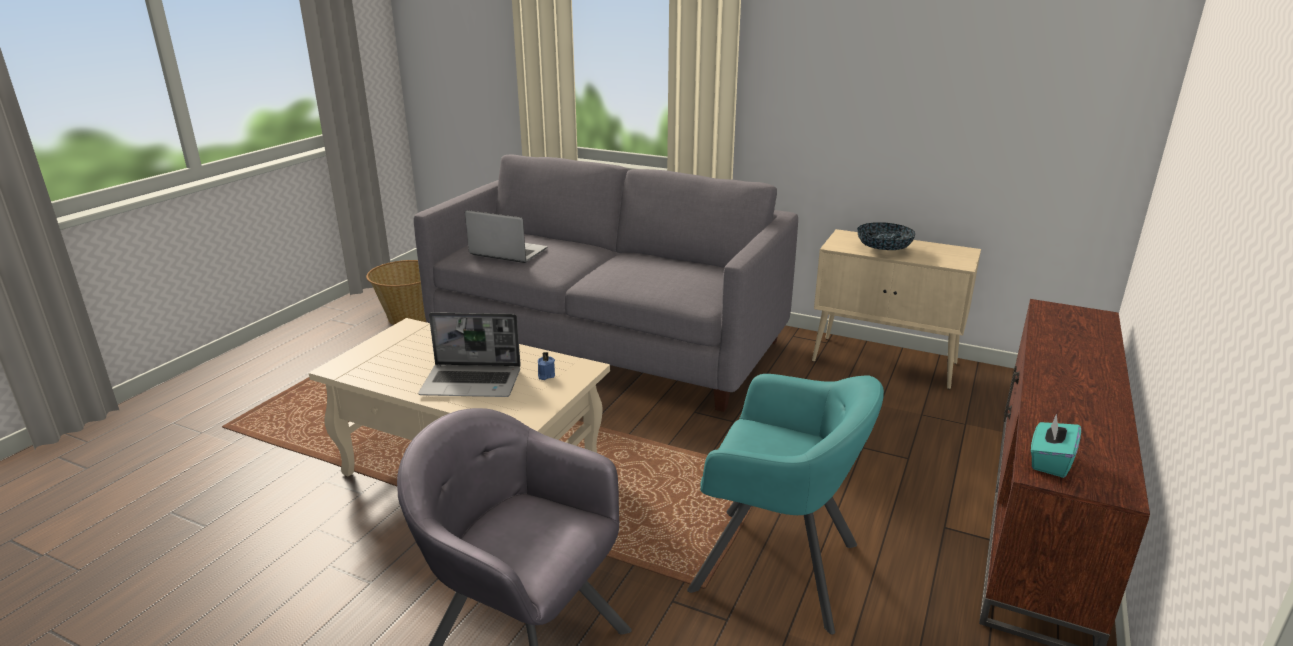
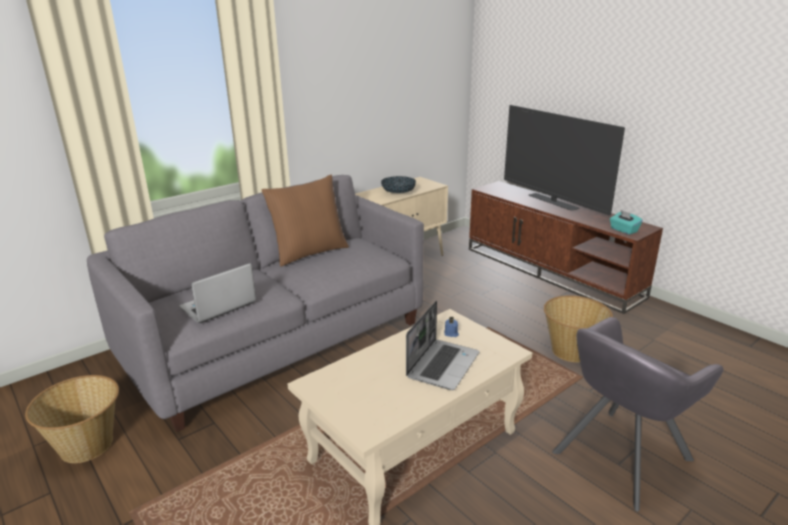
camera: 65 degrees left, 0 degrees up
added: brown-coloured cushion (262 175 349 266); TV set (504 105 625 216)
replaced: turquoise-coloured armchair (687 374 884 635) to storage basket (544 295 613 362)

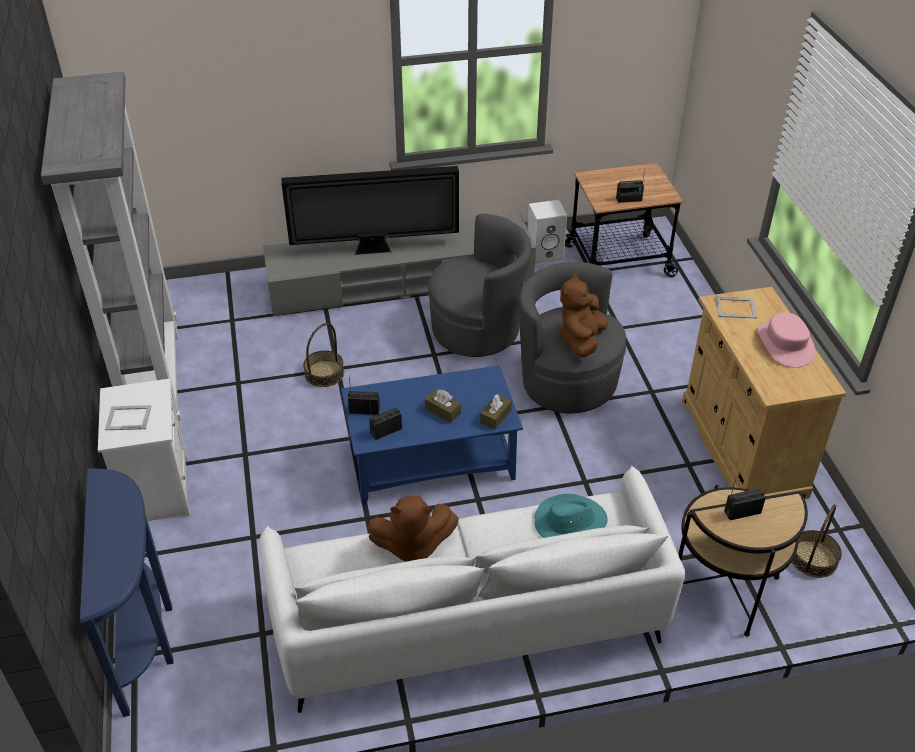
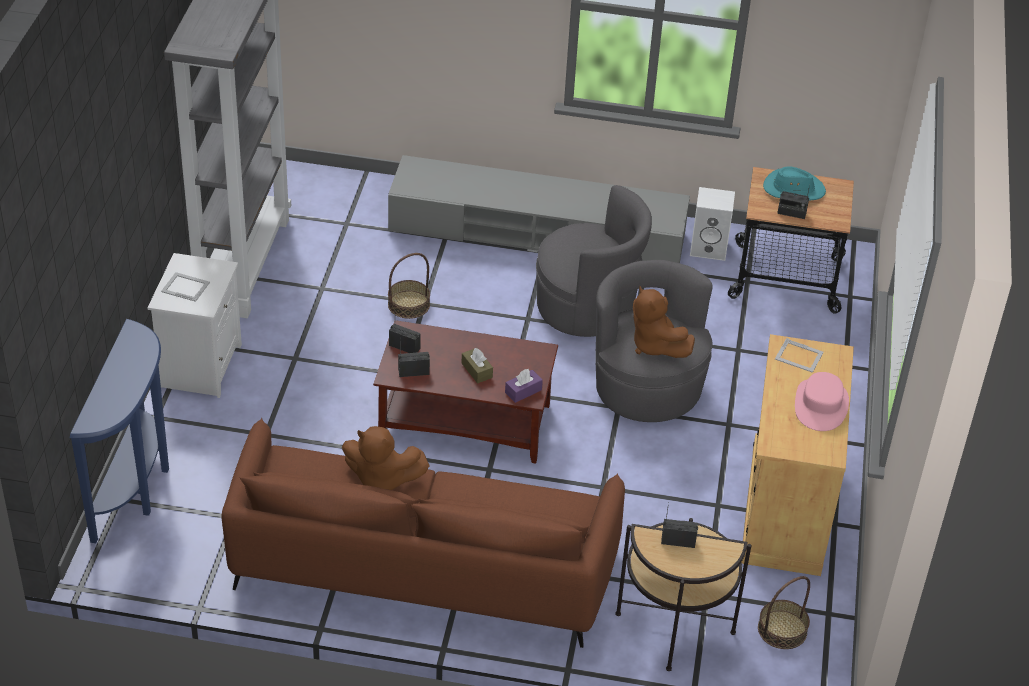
camera: 20 degrees right, 0 degrees up
removed: TV set (281 166 459 255)
moved: turquoise-coloured hat (534 494 608 538) to (763 166 826 200)
recoloured: white-coloured couch (259 465 685 713) to brown-coloured couch (221 417 625 648); bluish lounge table (341 365 523 505) to brown-coloured lounge table (373 320 558 463); brown-coloured tissue box (480 394 512 430) to purplish tissue box (505 369 543 403)
turned: brown-coloured plush toy (559 273 608 357) = (633 286 695 358) 75 degrees counterclockwise

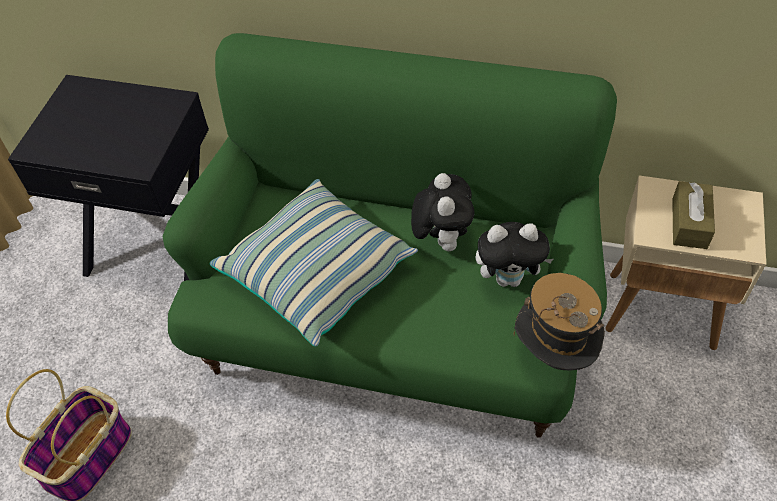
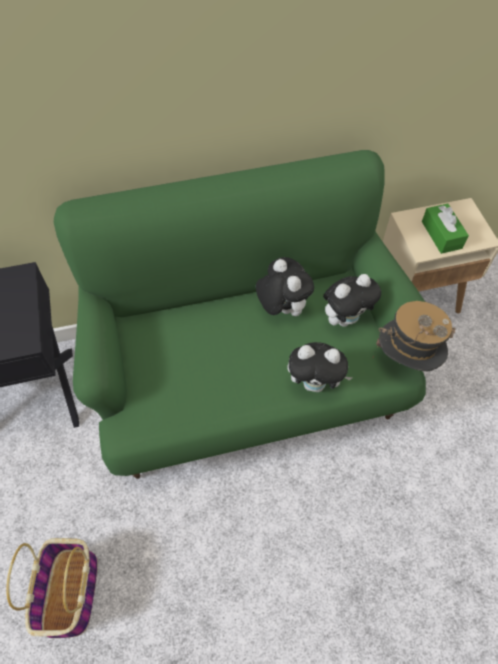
camera: 30 degrees left, 5 degrees up
removed: cushion (210 179 418 347)
added: plush toy (288 342 353 392)
recoloured: brown-coloured tissue box (672 181 715 249) to green tissue box (422 204 469 254)

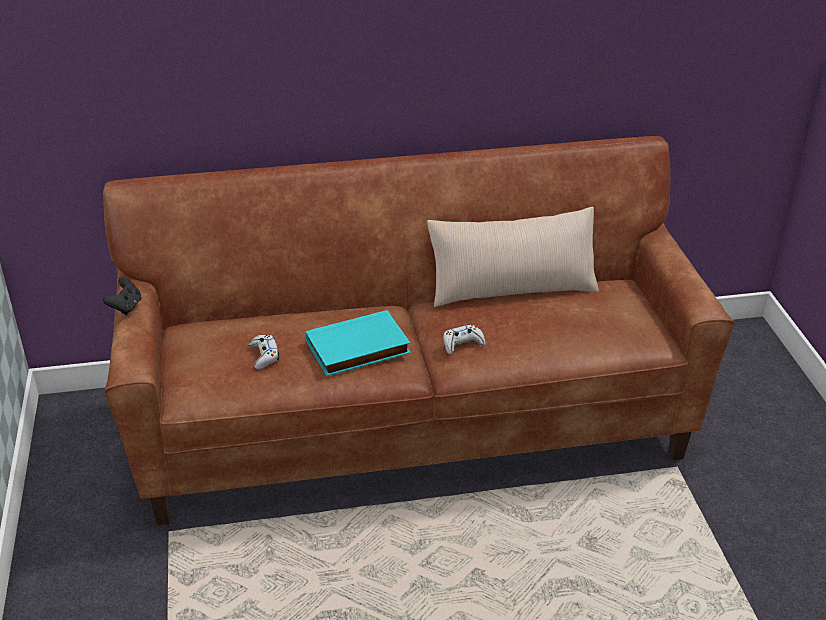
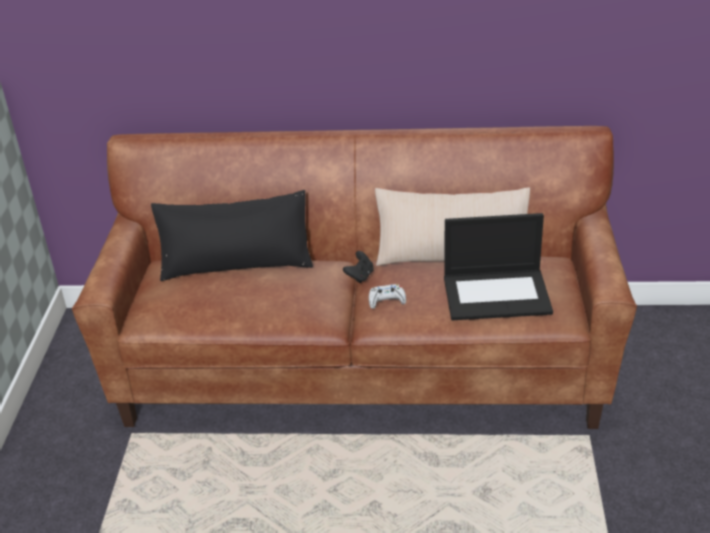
camera: 15 degrees right, 0 degrees up
removed: white-coloured game controller (249 335 279 369); turquoise-coloured volume (306 310 411 376)
added: black-coloured cushion (151 190 313 281); laptop (444 213 553 320)
moved: black-coloured game controller (103 277 142 315) to (343 251 374 283)

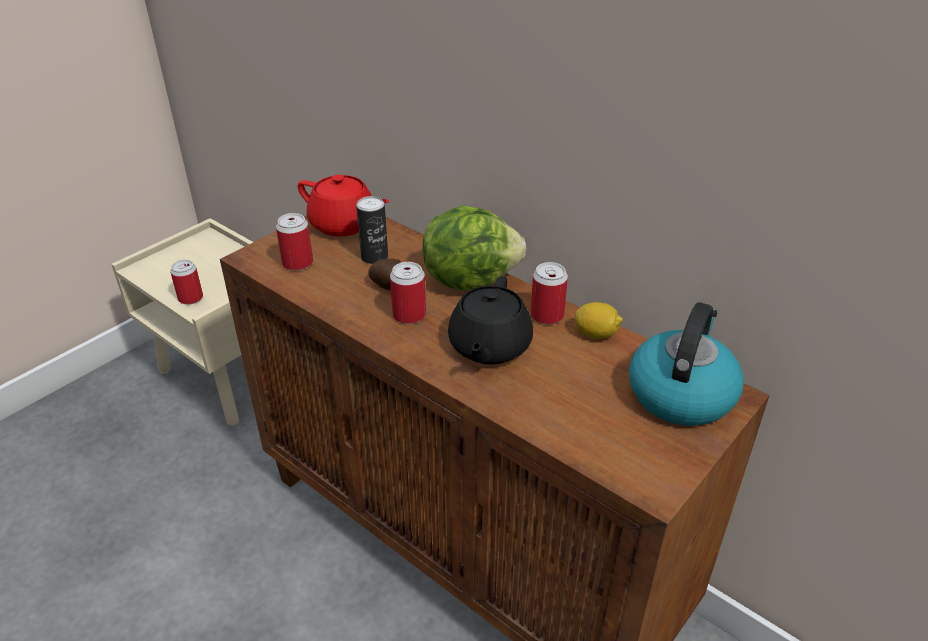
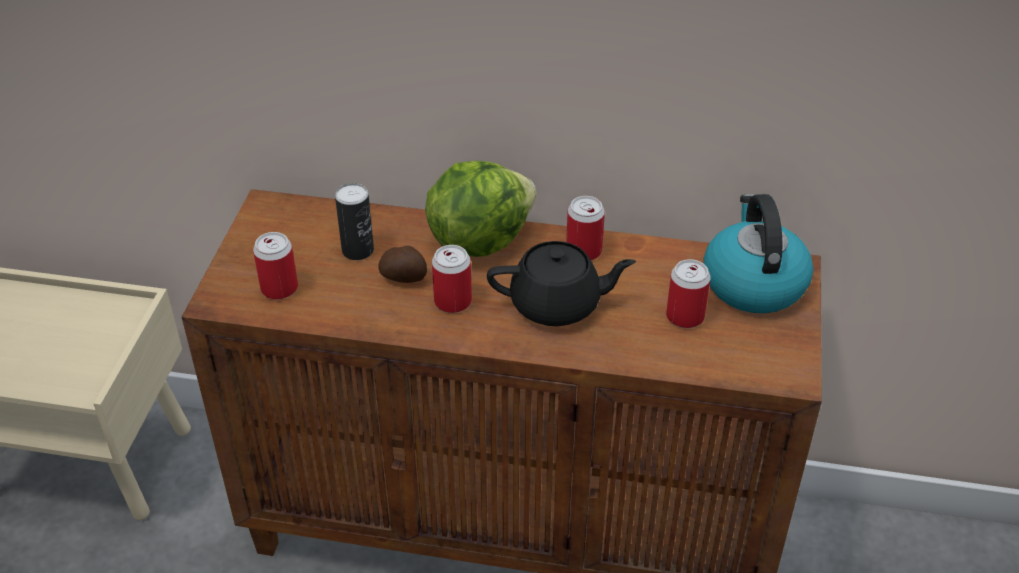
camera: 30 degrees left, 5 degrees up
removed: reddish pot for tea (298 174 389 237); whole lemon (575 302 623 339)
moved: can (170 260 203 305) to (666 259 711 328)
turned: black-coloured pot for tea (448 276 533 365) = (487 241 636 326) 75 degrees counterclockwise

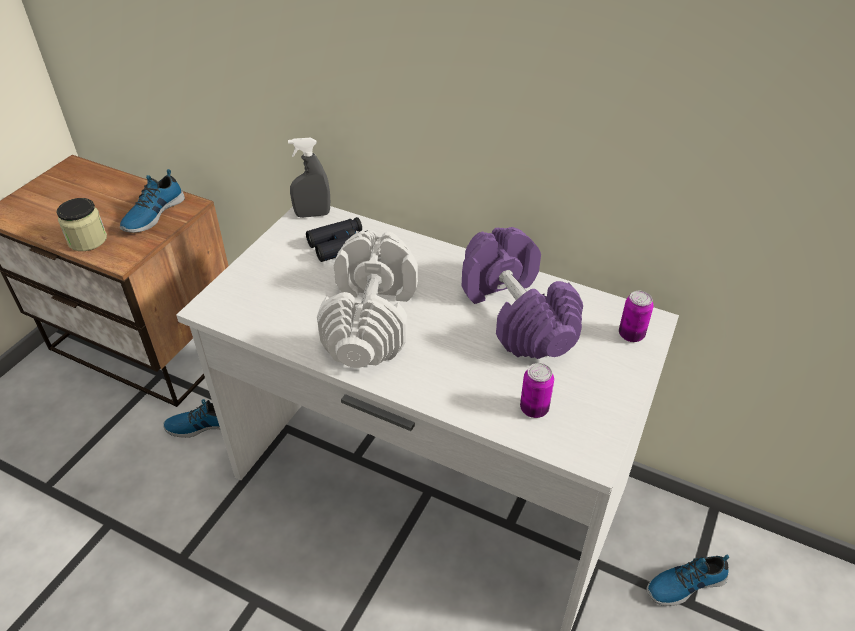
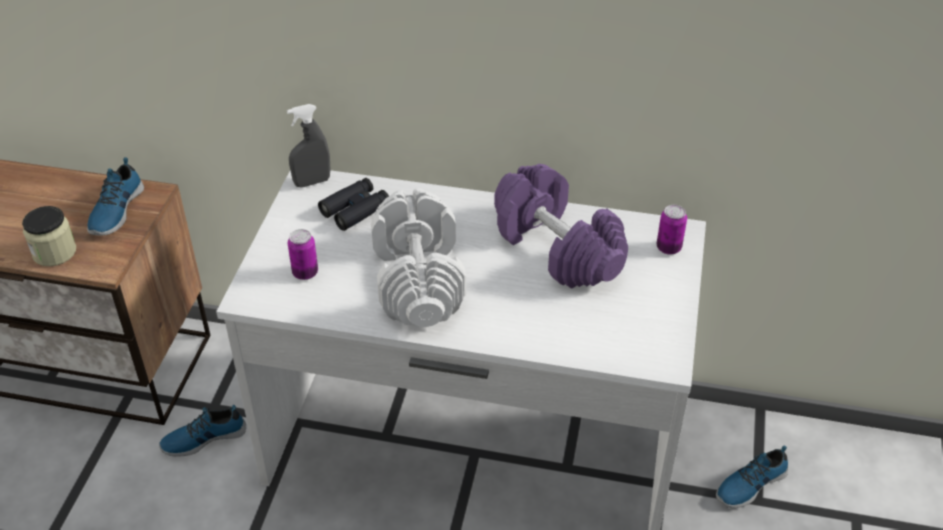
camera: 15 degrees left, 0 degrees up
moved: can (520 363 554 418) to (288 229 318 280)

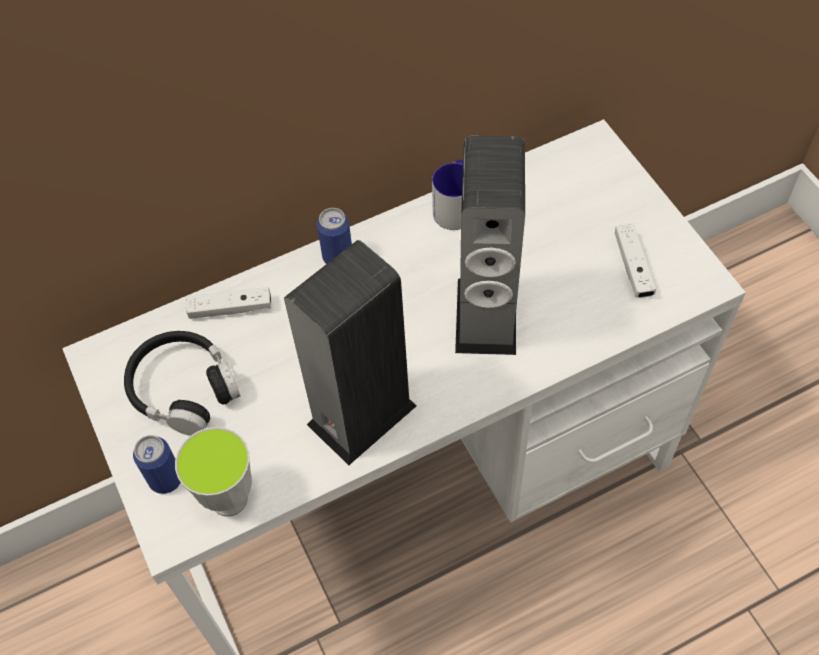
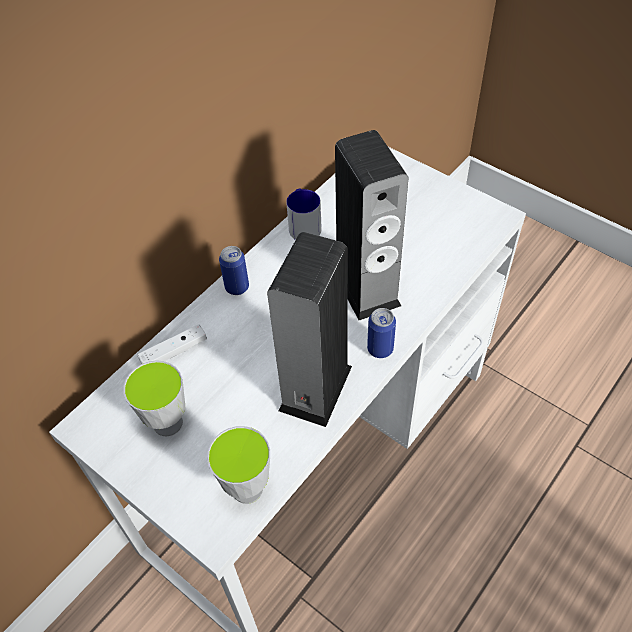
camera: 25 degrees left, 5 degrees down
removed: white-coloured game controller (615 224 656 298)
moved: can (133 435 181 494) to (367 308 396 358)
replaced: black-coloured headphones (124 331 240 436) to cup (123 360 185 436)

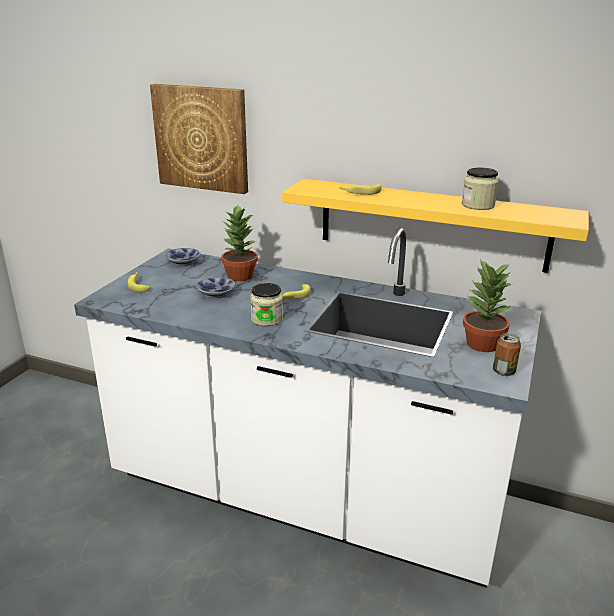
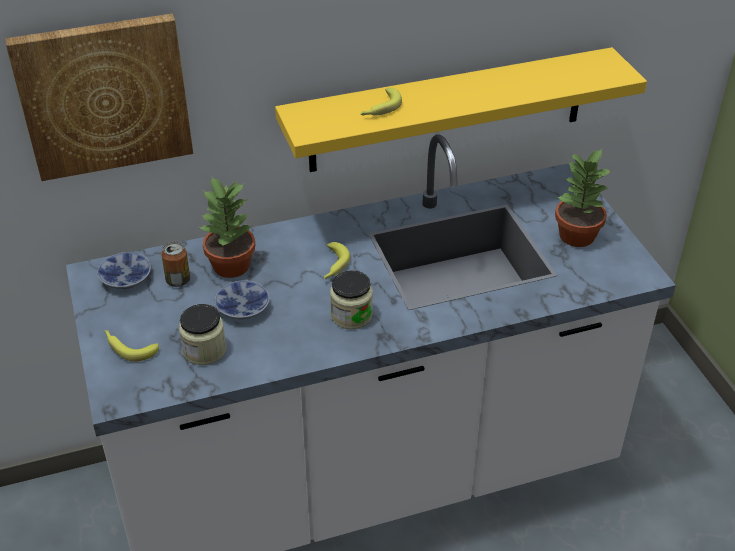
camera: 40 degrees left, 15 degrees up
moved: can (493 333 521 376) to (161 242 190 287); preserve jar (462 167 499 210) to (179 304 226 365)

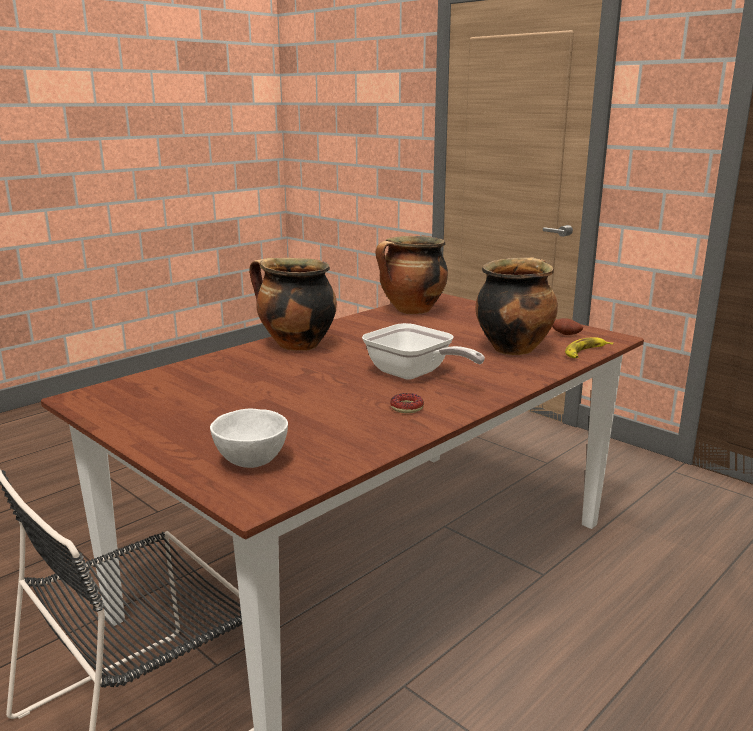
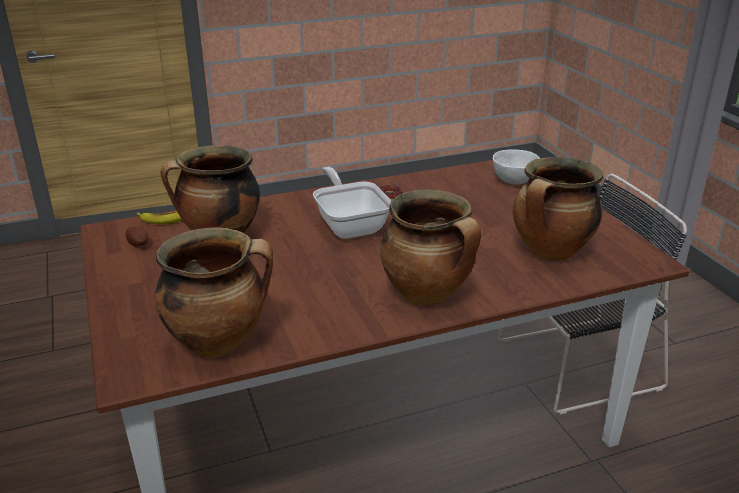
camera: 155 degrees left, 10 degrees up
added: saucepot (513 157 603 261)

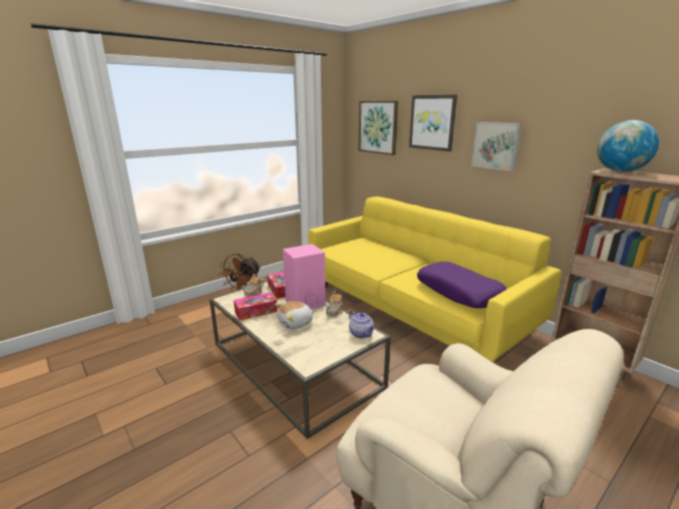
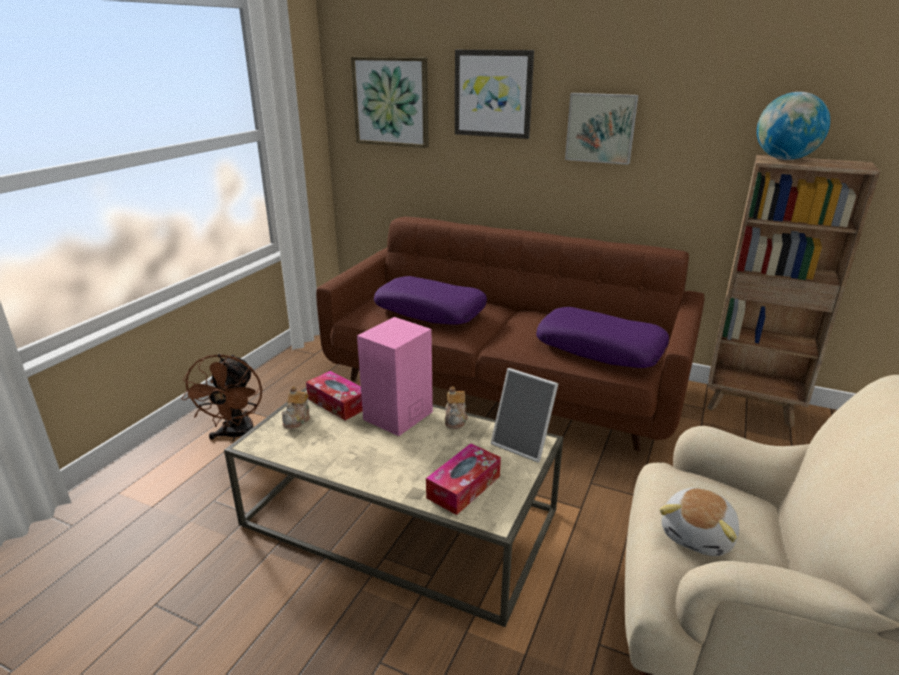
camera: 25 degrees left, 5 degrees up
added: purplish cushion (374 276 487 325)
moved: tissue box (234 292 277 321) to (426 443 501 515); plush toy (274 301 315 329) to (660 488 739 556)
replaced: pot for tea (349 310 375 338) to picture frame (491 368 558 463)
recoloured: yellow couch (308 197 561 362) to brown-coloured couch (316 217 704 451)

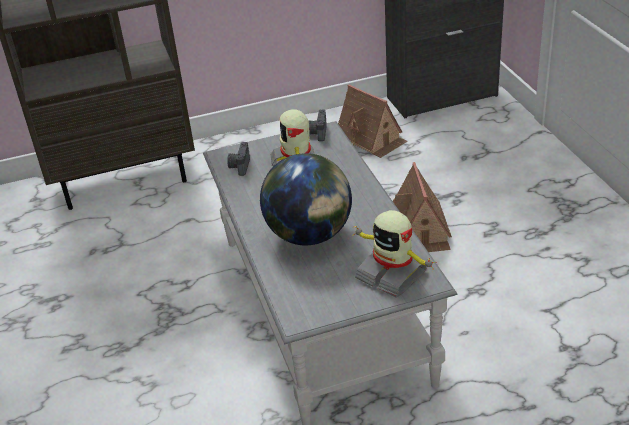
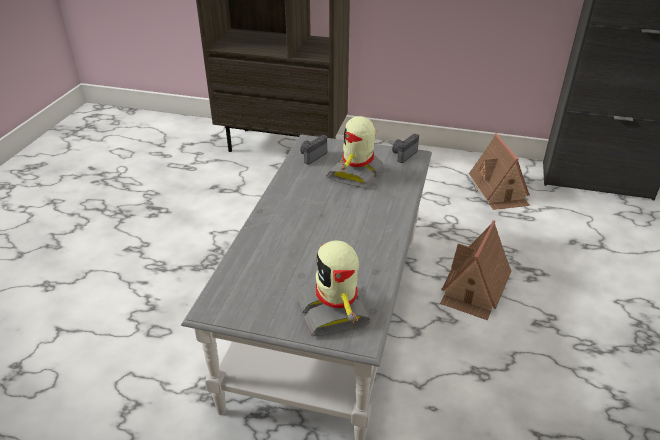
camera: 30 degrees right, 0 degrees up
removed: desk globe (260 153 352 245)

